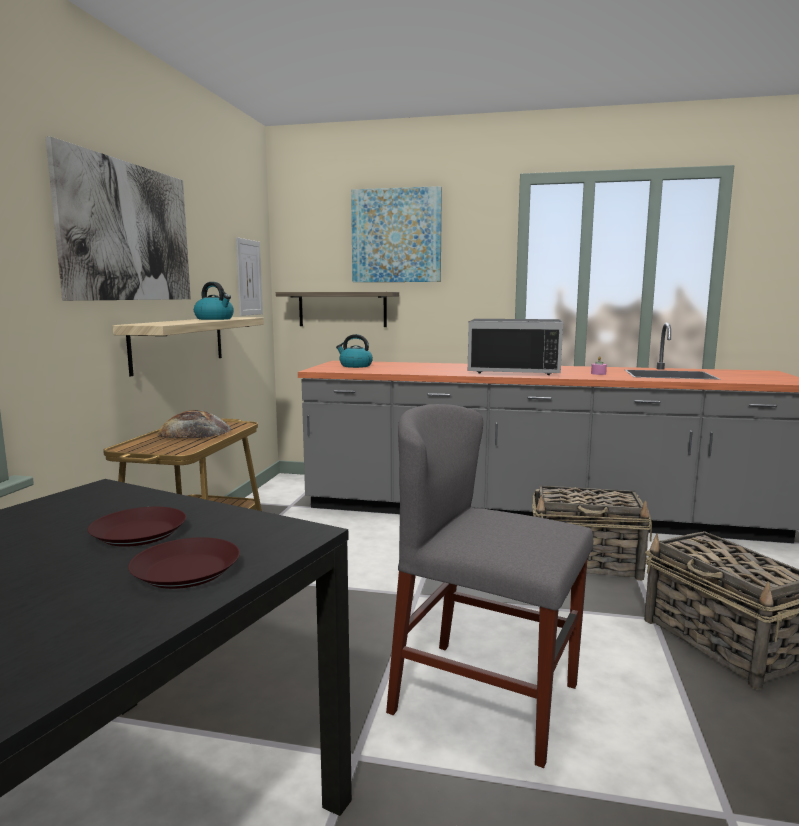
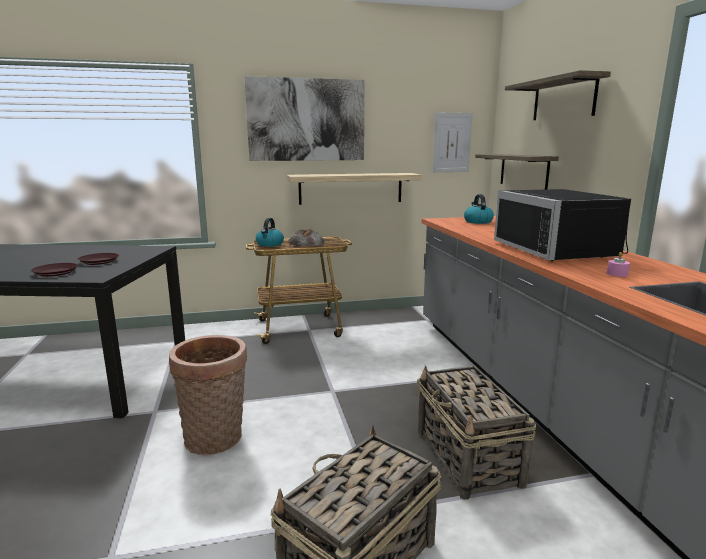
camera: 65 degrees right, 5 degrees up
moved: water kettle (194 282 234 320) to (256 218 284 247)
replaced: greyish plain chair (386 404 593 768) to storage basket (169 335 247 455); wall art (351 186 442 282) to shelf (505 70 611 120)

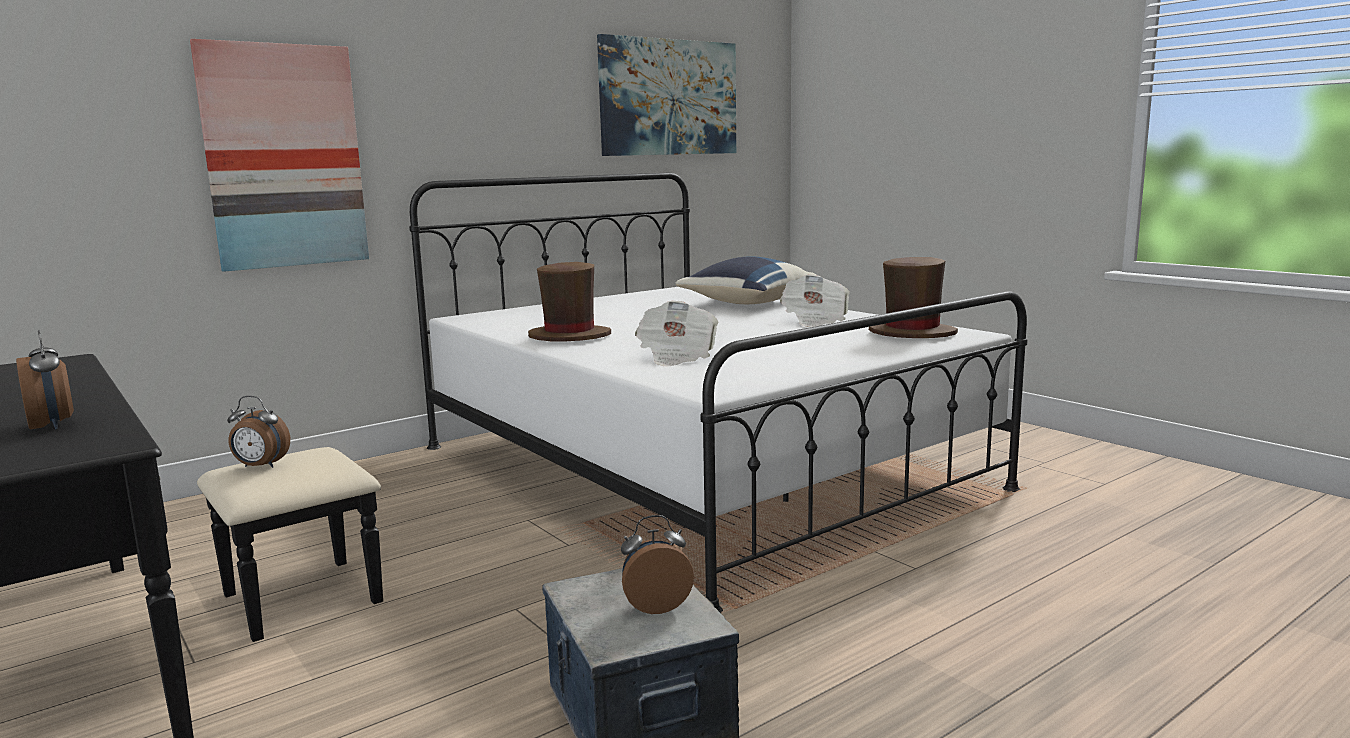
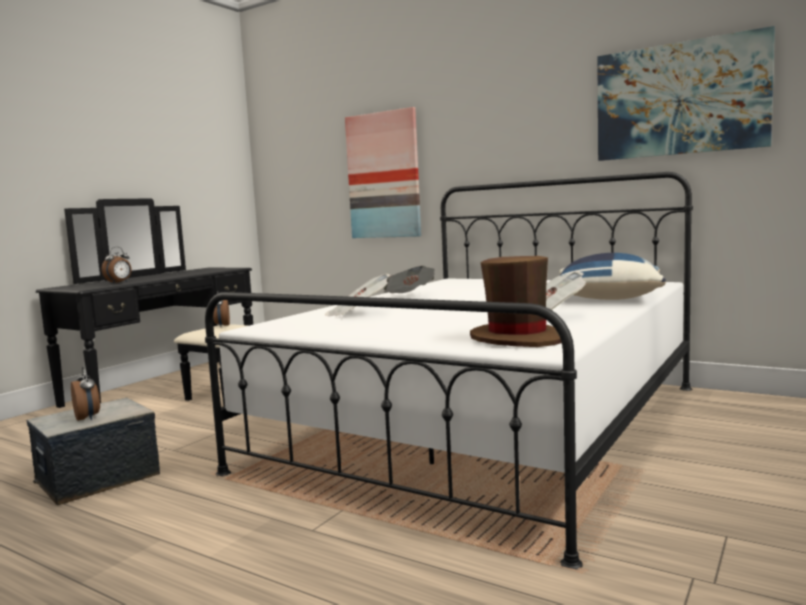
camera: 70 degrees right, 5 degrees down
replaced: brown-coloured hat (528 262 611 341) to daily paper (383 266 435 293)

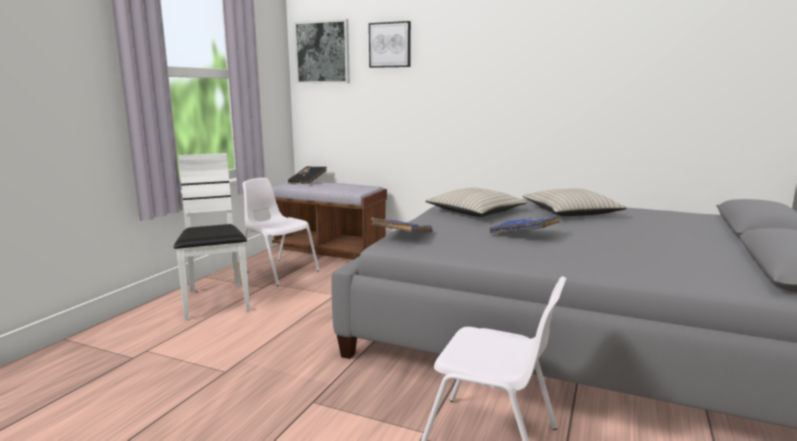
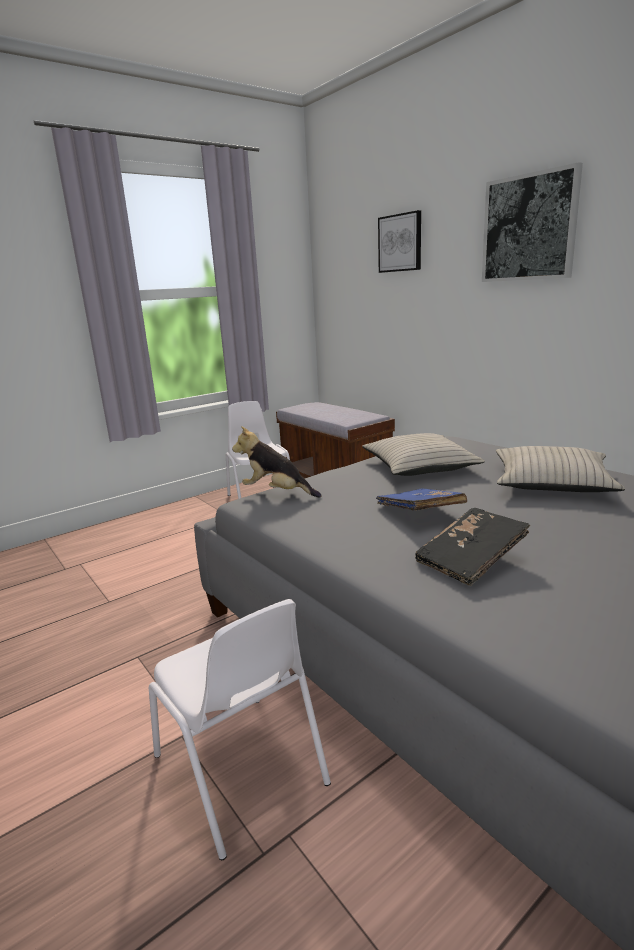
camera: 30 degrees right, 5 degrees up
removed: white-coloured plain chair (174 153 250 320)
moved: black-coloured volume (288 166 327 184) to (415 508 530 586); wall art (294 19 350 84) to (482 162 583 282)
replaced: bluish volume (371 217 433 233) to plush toy (232 426 322 498)

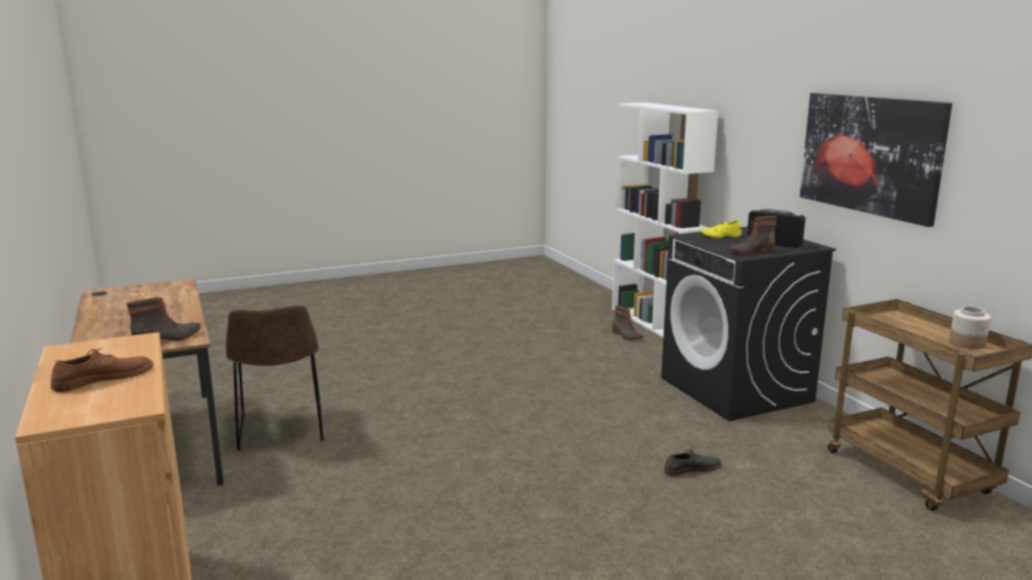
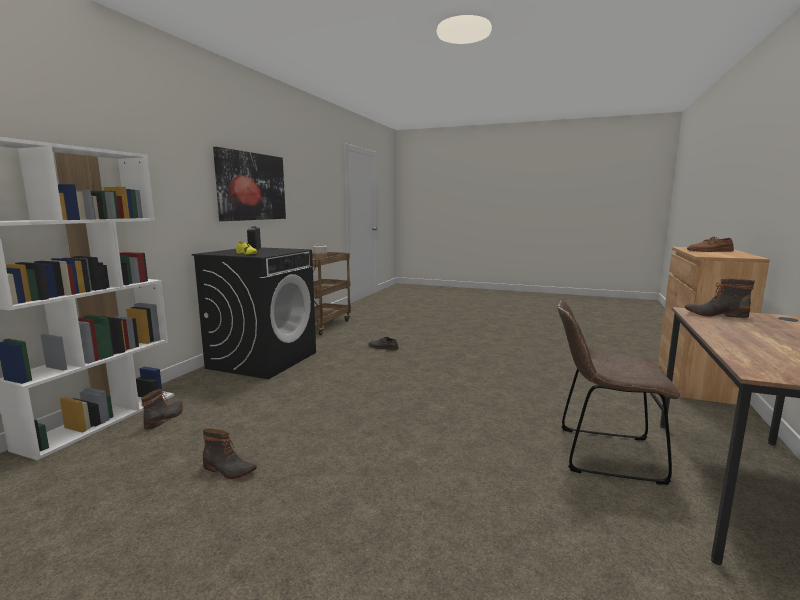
camera: 135 degrees left, 5 degrees down
moved: high-top boot (728 216 777 255) to (203 428 257 479)
turned: brown-coloured plain chair (226 304 324 450) = (558 300 680 485) 105 degrees counterclockwise

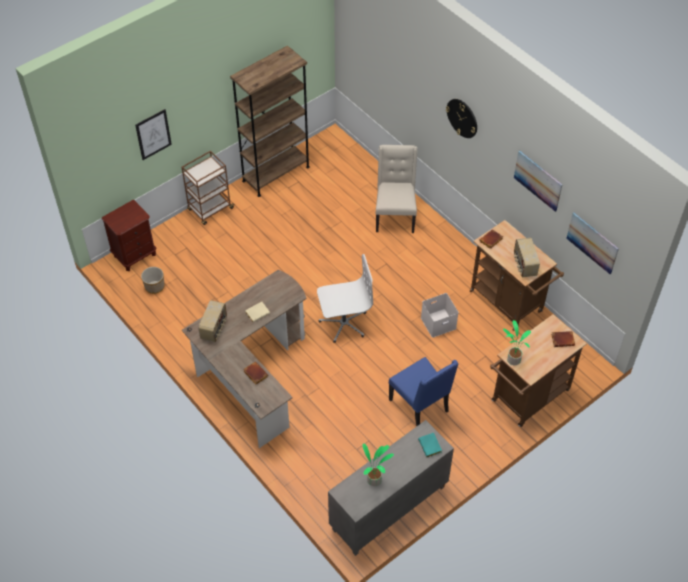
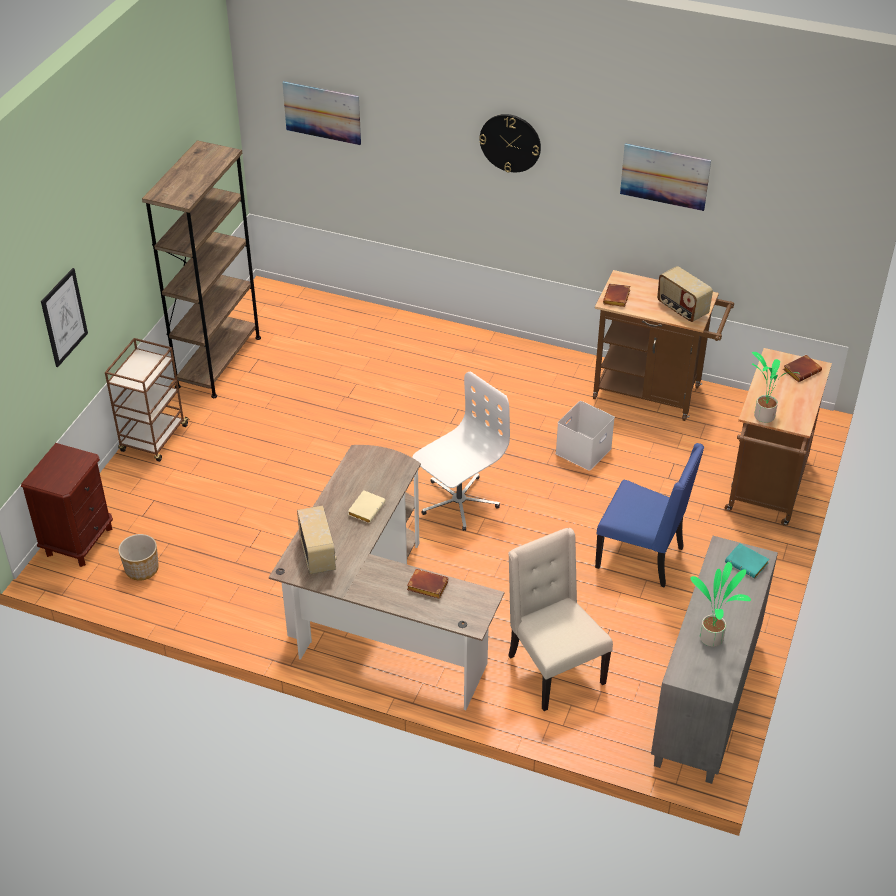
camera: 30 degrees left, 10 degrees down
moved: wall art (566 212 619 274) to (282 81 361 145); sand-coloured plain chair (376 145 417 233) to (508 528 613 711)

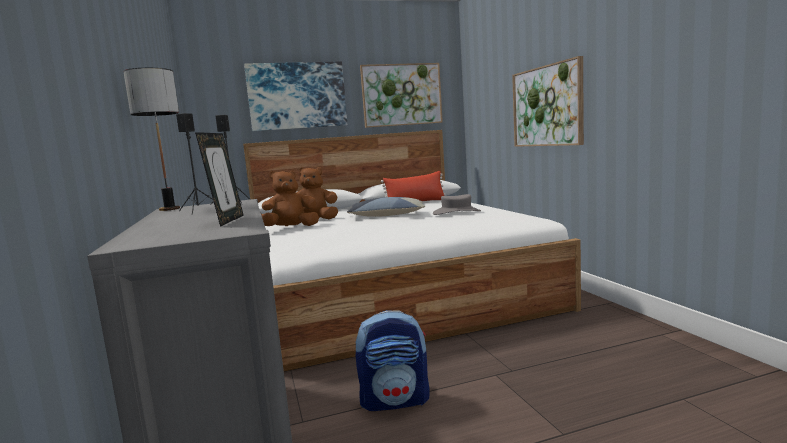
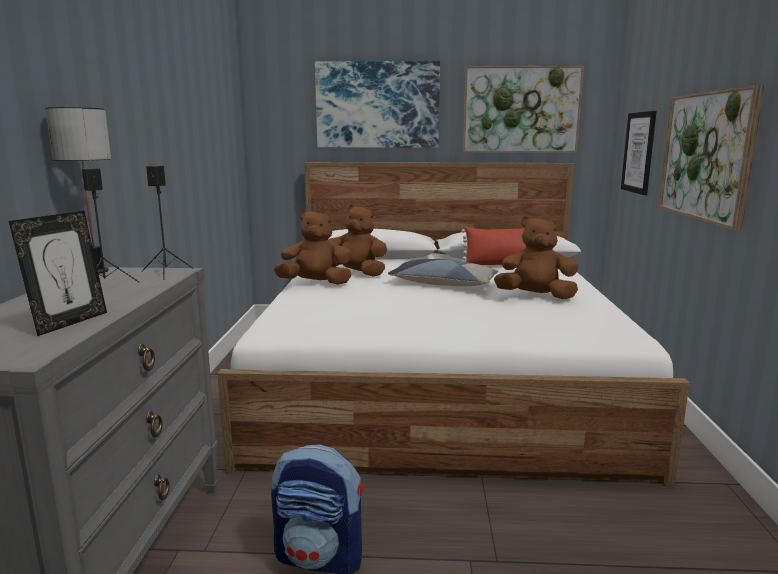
camera: 20 degrees right, 5 degrees up
added: wall art (621 111 656 195)
replaced: greyish hat (433 194 481 215) to brown-coloured plush toy (494 216 578 299)

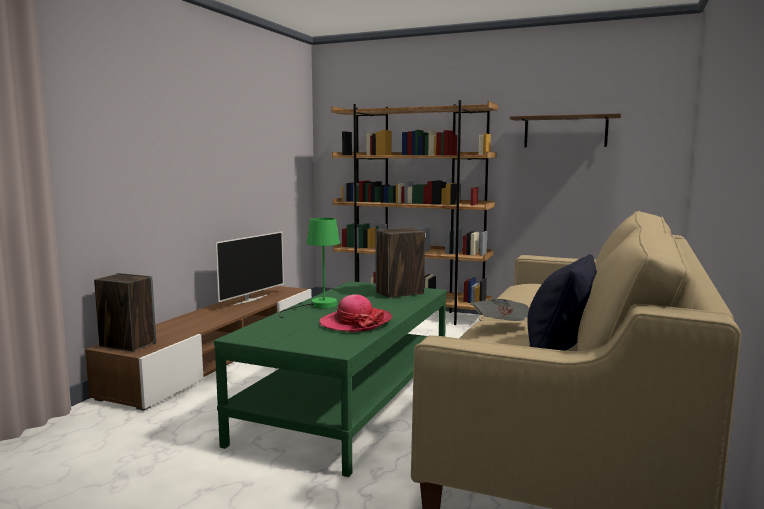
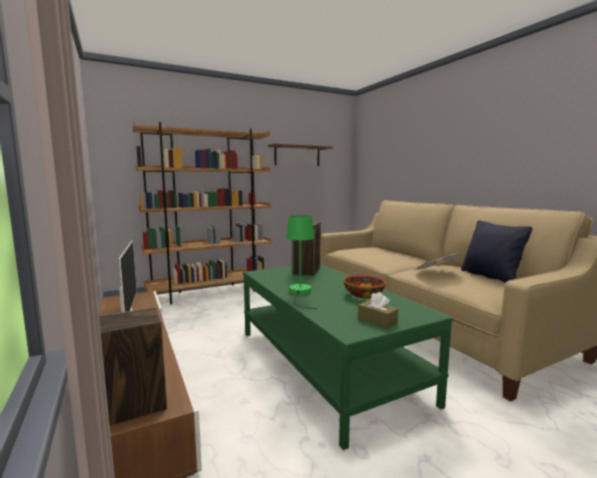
camera: 50 degrees left, 0 degrees up
added: brown-coloured tissue box (358 292 398 329)
replaced: hat (319 294 392 332) to deep dish (344 275 386 299)

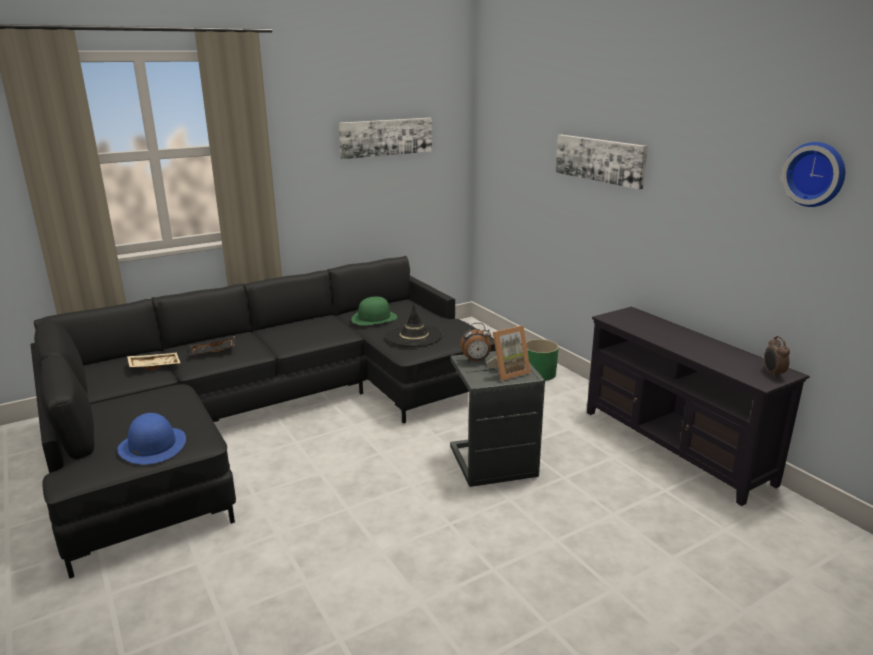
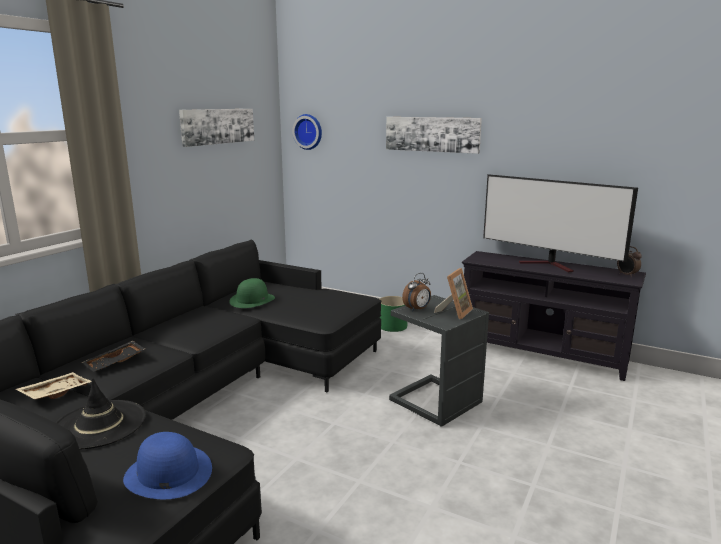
camera: 30 degrees left, 5 degrees down
added: TV set (483 174 638 273)
moved: black-coloured hat (386 304 443 347) to (55 378 146 450); hanging clock (782 142 845 207) to (292 114 322 150)

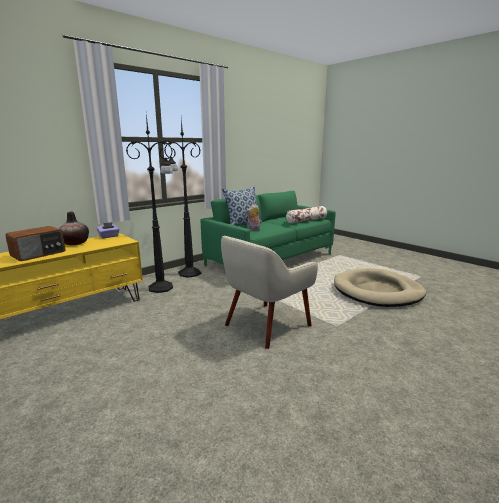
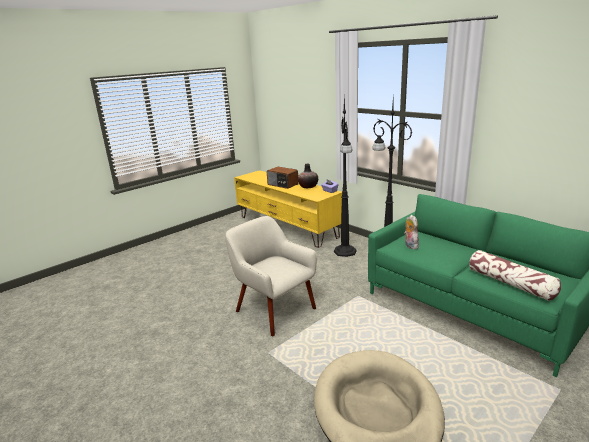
camera: 90 degrees right, 5 degrees up
removed: cushion (222 186 262 226)

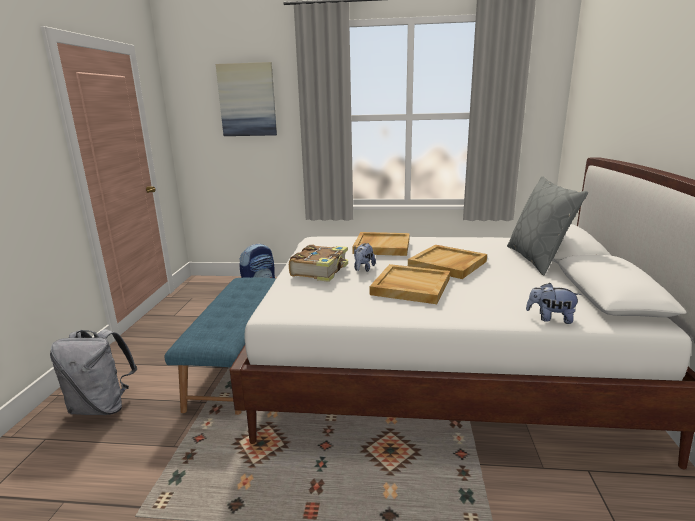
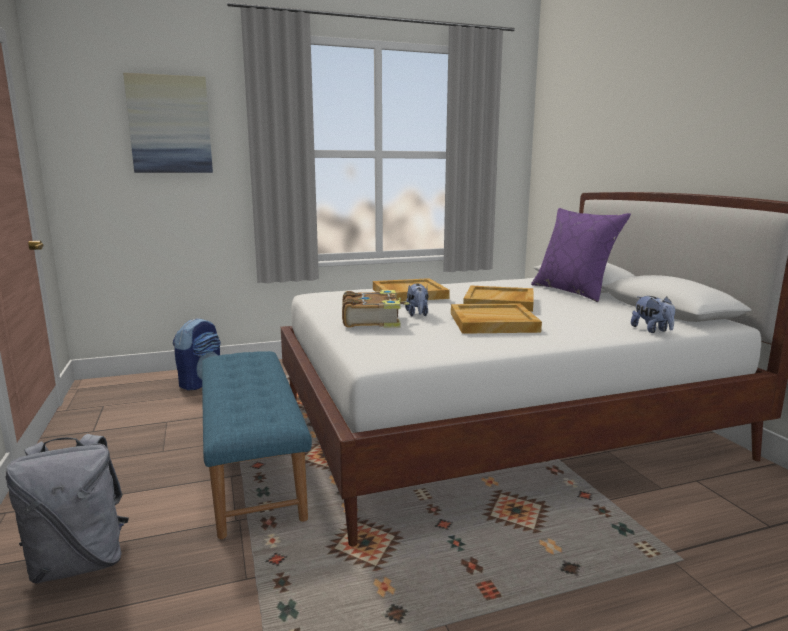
camera: 25 degrees left, 5 degrees down
recoloured: greyish cushion (507 176 588 276) to purplish cushion (531 208 631 302)
turned: plush toy (526 283 582 324) = (631 296 675 333) 105 degrees counterclockwise

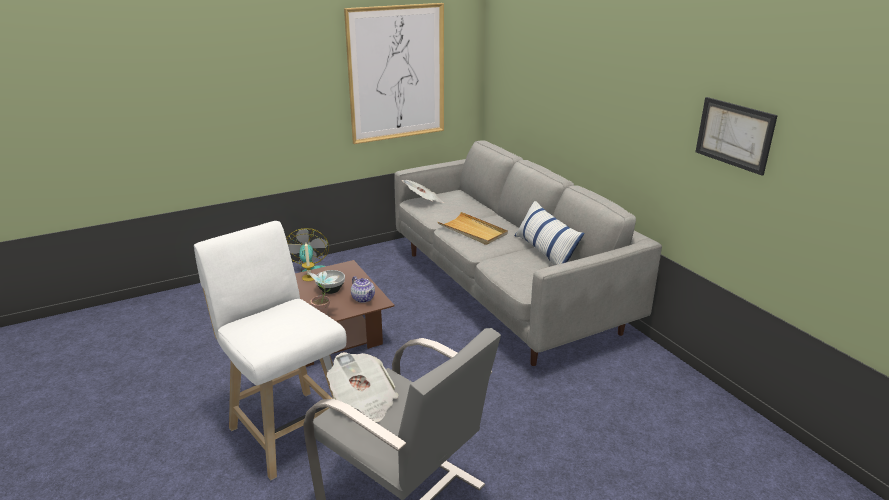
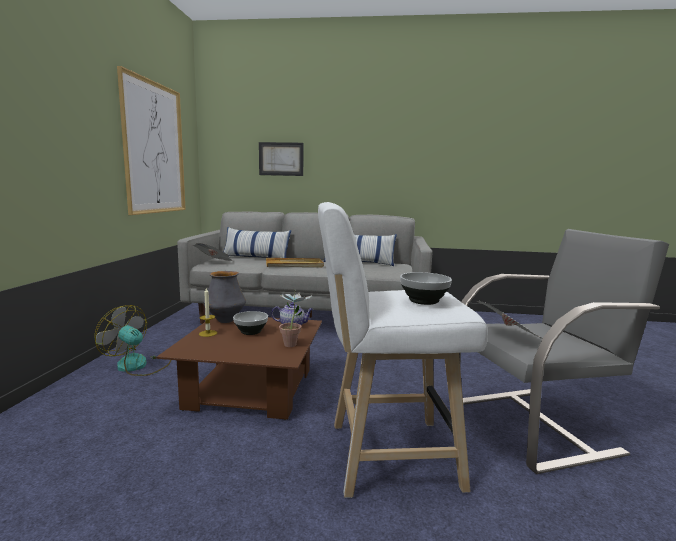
camera: 55 degrees left, 15 degrees down
added: flower vase (203 271 246 323); cushion (224 227 291 258); deep dish (400 272 452 305)
moved: wall art (695 97 778 175) to (259 142 304 176)

